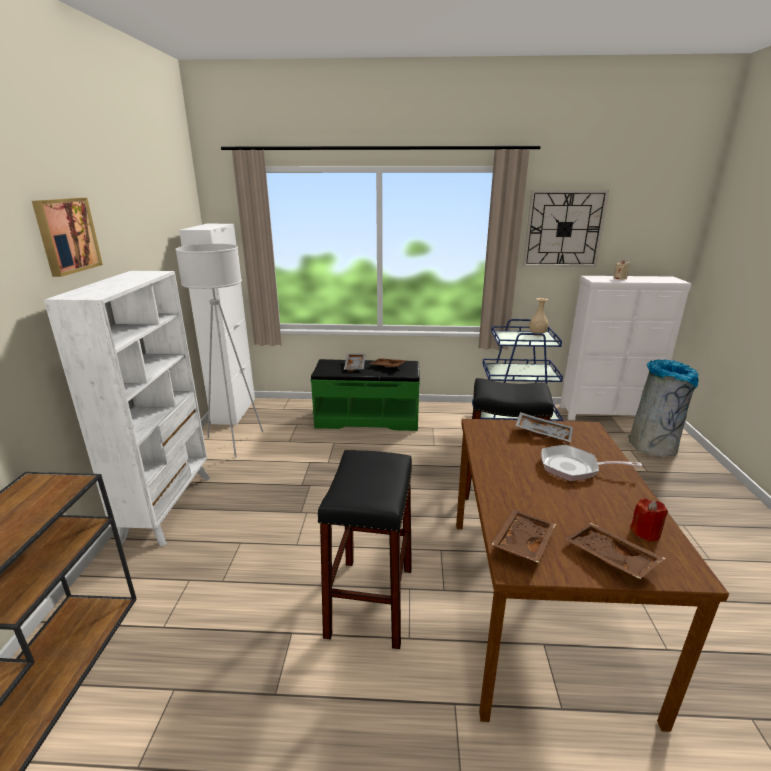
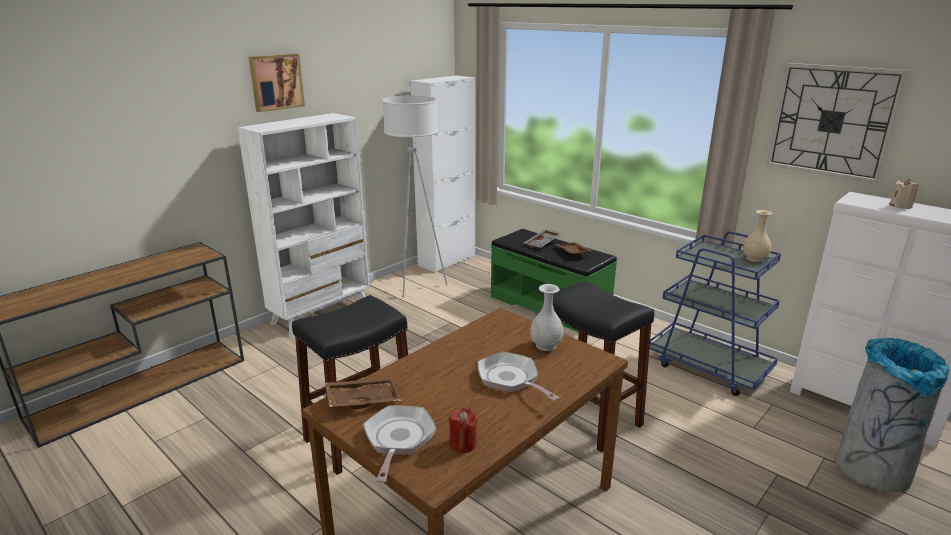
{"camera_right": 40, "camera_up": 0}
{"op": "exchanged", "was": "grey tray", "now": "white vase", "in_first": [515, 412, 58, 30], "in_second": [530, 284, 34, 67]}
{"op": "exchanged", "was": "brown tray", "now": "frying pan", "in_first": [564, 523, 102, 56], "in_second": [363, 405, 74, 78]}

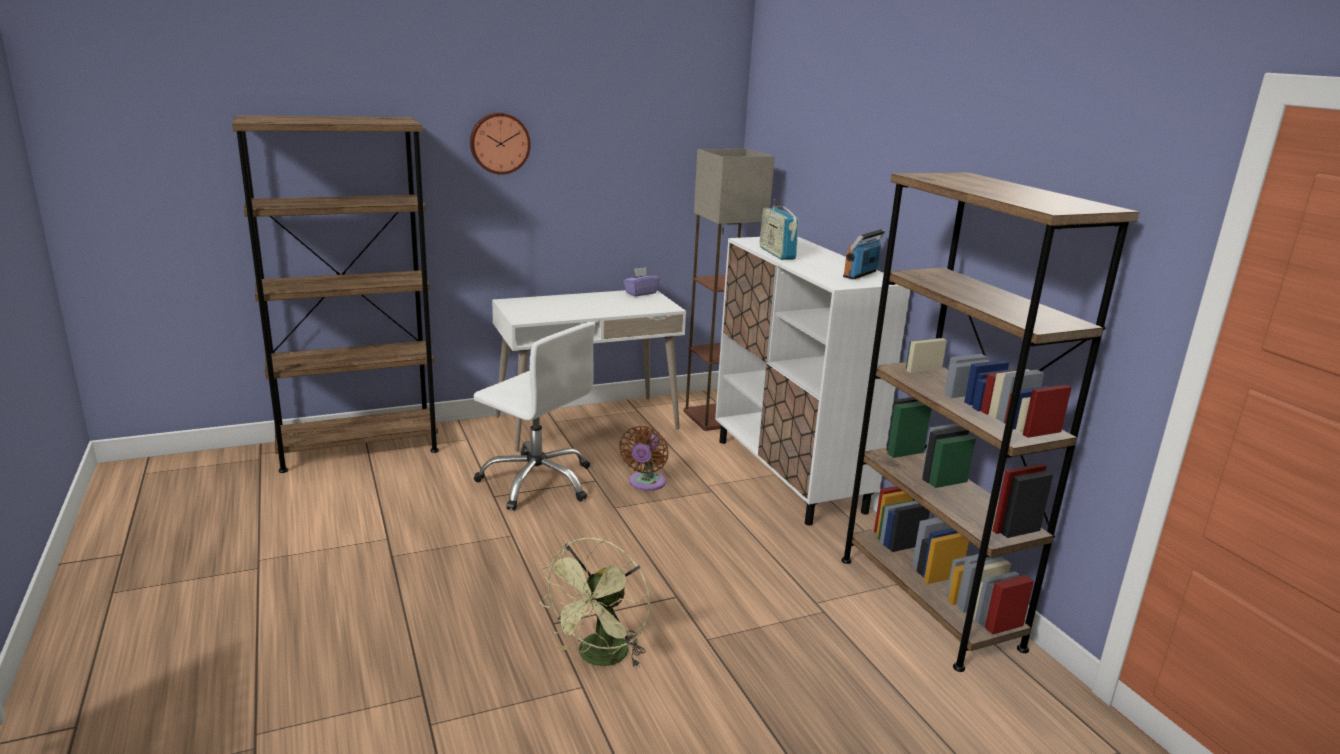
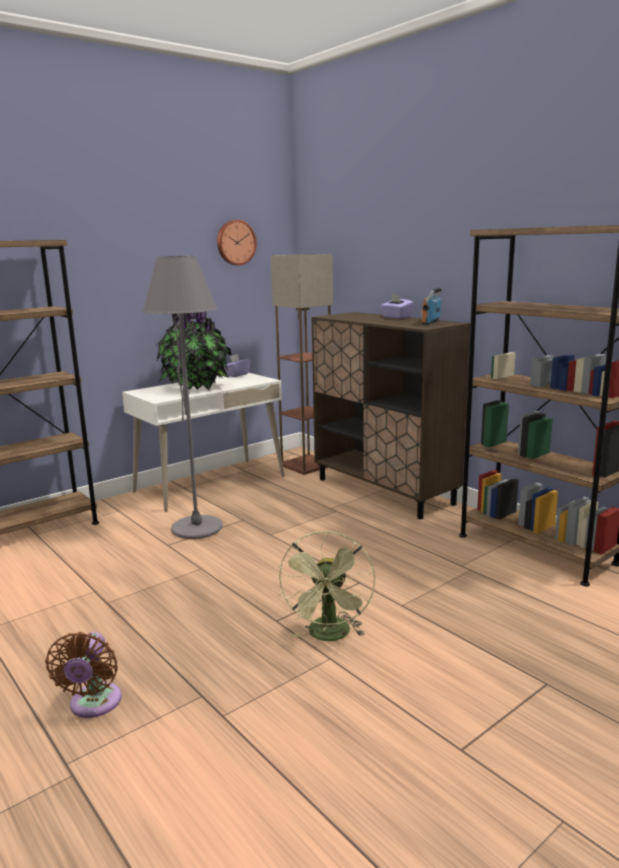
{"camera_right": -15, "camera_up": -5}
{"op": "relocated", "was": "wall clock", "in_first": [470, 113, 61, 62], "in_second": [217, 220, 40, 45]}
{"op": "exchanged", "was": "white office chair", "now": "grey floor lamp", "in_first": [474, 322, 121, 189], "in_second": [142, 256, 81, 283]}
{"op": "relocated", "was": "brown fan", "in_first": [619, 426, 49, 65], "in_second": [46, 632, 76, 86]}
{"op": "colour", "was": "white cabinet", "now": "brown cabinet", "in_first": [715, 237, 195, 289], "in_second": [311, 312, 159, 207]}
{"op": "missing", "was": "radio", "in_first": [760, 199, 39, 61]}
{"op": "appeared", "now": "potted plant", "in_second": [157, 312, 74, 78]}
{"op": "appeared", "now": "purple tissue box", "in_second": [380, 294, 34, 25]}

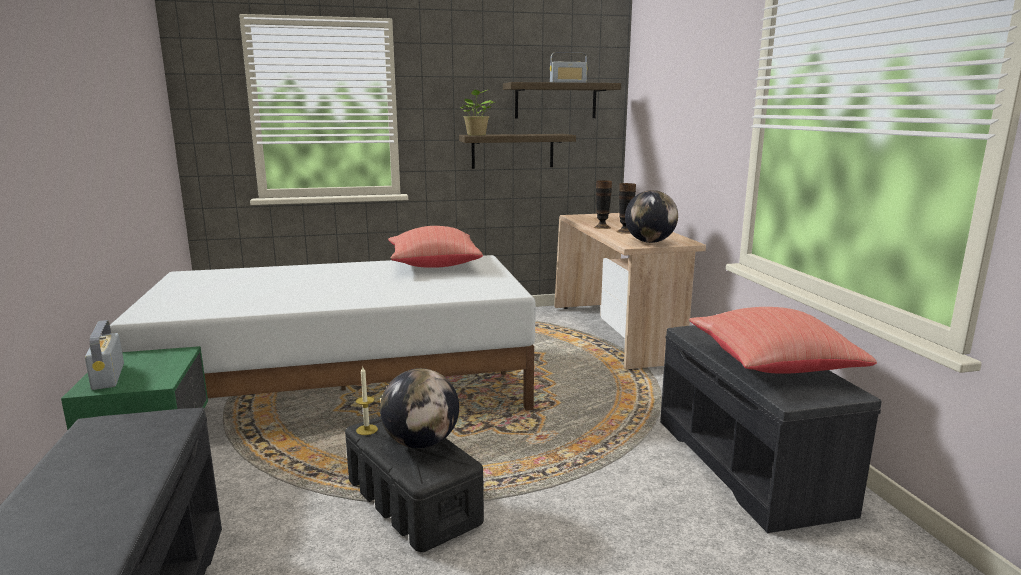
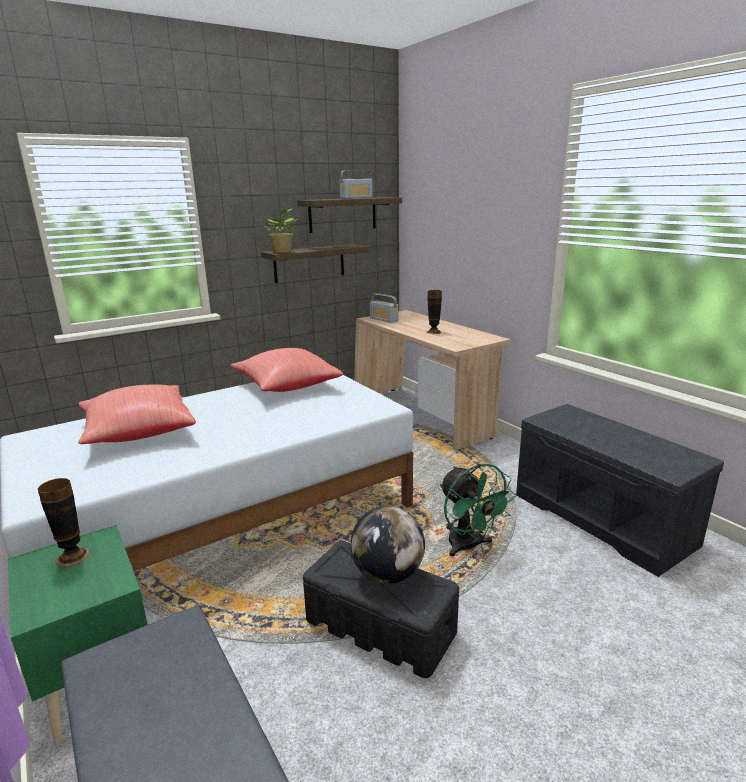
{"camera_right": -20, "camera_up": 5}
{"op": "relocated", "was": "radio", "in_first": [85, 320, 39, 70], "in_second": [370, 293, 28, 30]}
{"op": "missing", "was": "candle", "in_first": [356, 367, 22, 68]}
{"op": "relocated", "was": "vase", "in_first": [594, 180, 18, 49], "in_second": [38, 478, 52, 89]}
{"op": "missing", "was": "globe", "in_first": [625, 190, 53, 53]}
{"op": "relocated", "was": "red pillow", "in_first": [689, 307, 188, 67], "in_second": [78, 385, 118, 59]}
{"op": "appeared", "now": "green fan", "in_second": [440, 464, 76, 93]}

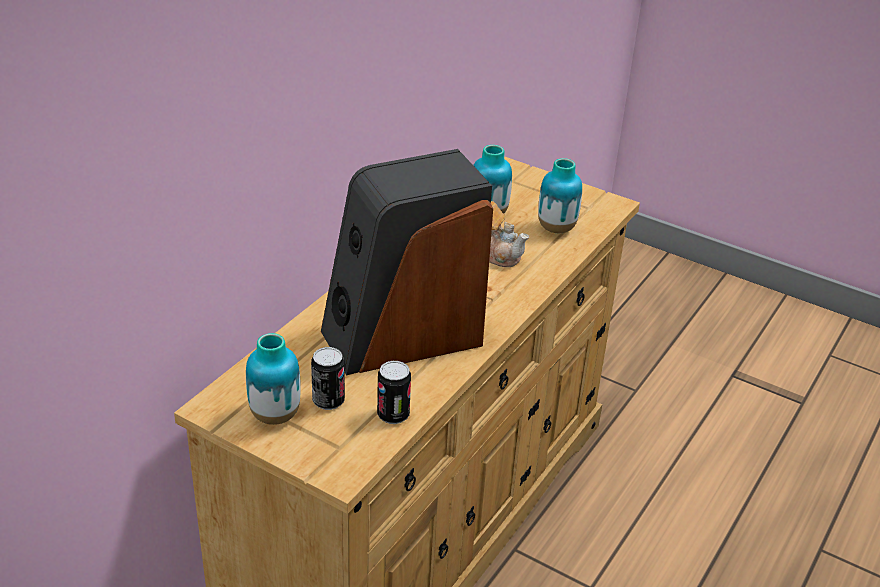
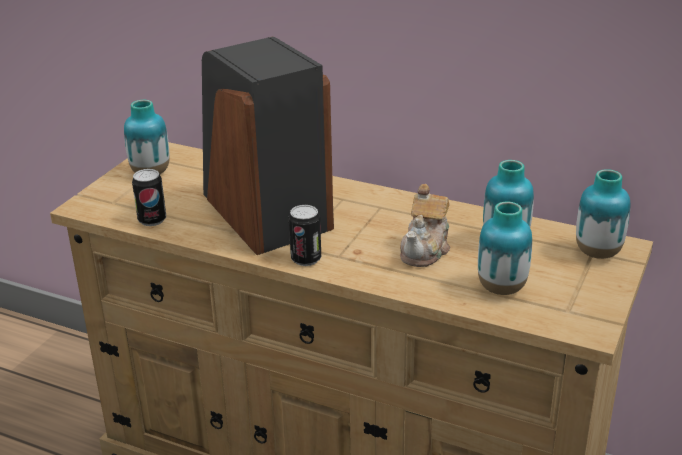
{"camera_right": 85, "camera_up": -5}
{"op": "relocated", "was": "can", "in_first": [311, 347, 34, 63], "in_second": [289, 205, 32, 61]}
{"op": "appeared", "now": "vase", "in_second": [576, 169, 54, 90]}

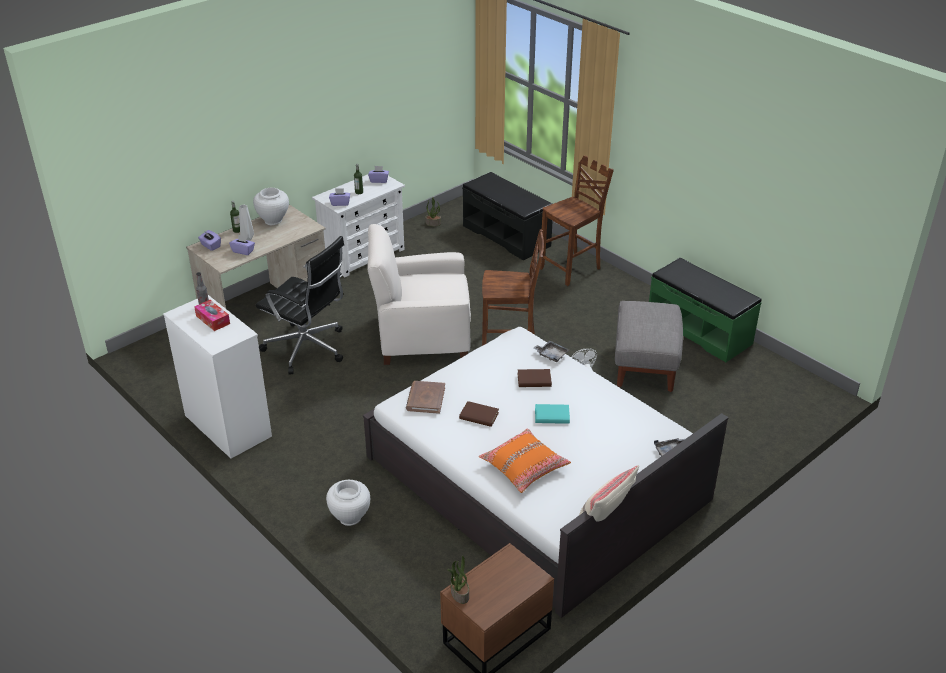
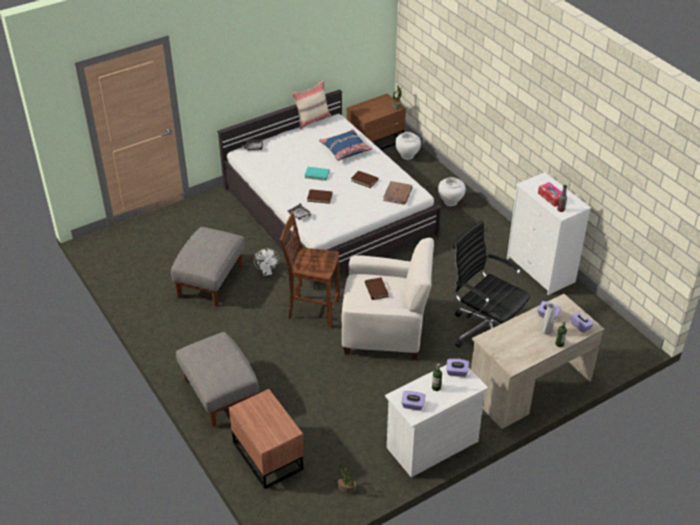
{"camera_right": -170, "camera_up": 5}
{"op": "relocated", "was": "white vase", "in_first": [253, 188, 36, 37], "in_second": [395, 132, 26, 28]}
{"op": "exchanged", "was": "black bench", "now": "brown nightstand", "in_first": [462, 172, 91, 89], "in_second": [229, 389, 75, 100]}
{"op": "colour", "was": "orange pillow", "now": "blue pillow", "in_first": [479, 428, 92, 65], "in_second": [319, 129, 53, 32]}
{"op": "exchanged", "was": "brown chair", "now": "grey ottoman", "in_first": [540, 155, 74, 131], "in_second": [176, 332, 83, 95]}
{"op": "missing", "was": "green bench", "in_first": [649, 258, 113, 104]}
{"op": "appeared", "now": "brown book", "in_second": [365, 277, 24, 23]}

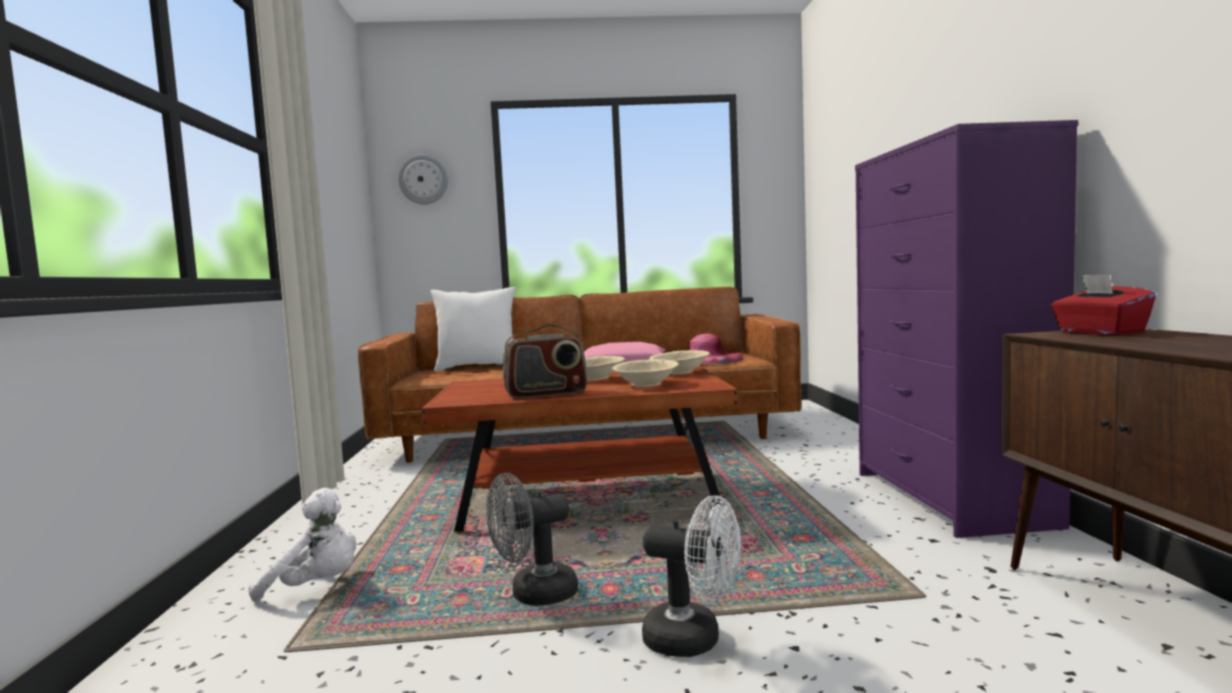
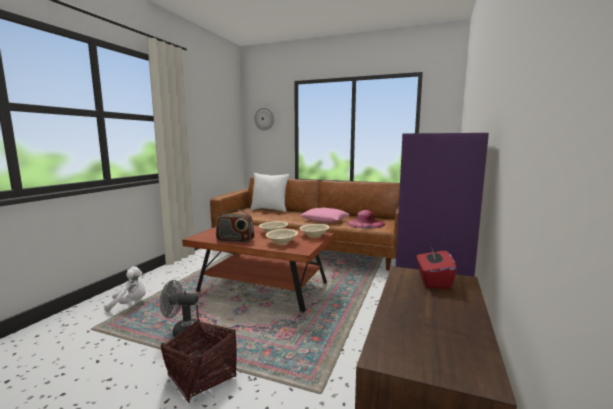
{"camera_right": 25, "camera_up": 5}
{"op": "spun", "was": "white plush toy", "in_first": [248, 488, 109, 114], "in_second": [104, 266, 42, 46], "clockwise": -45}
{"op": "exchanged", "was": "white fan", "now": "basket", "in_first": [642, 495, 99, 162], "in_second": [161, 304, 76, 99]}

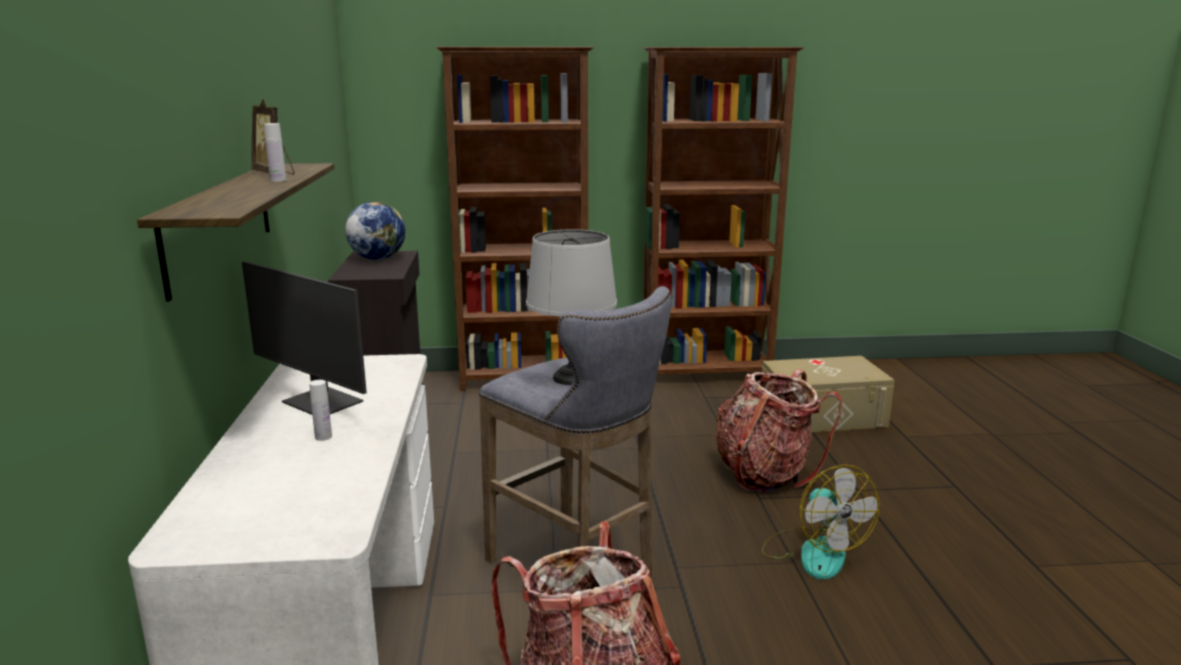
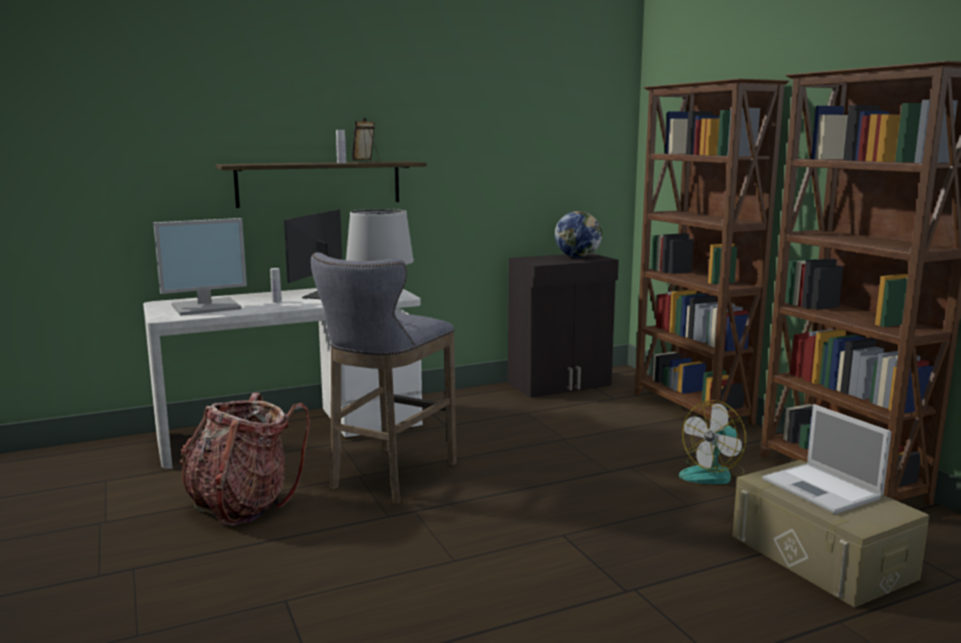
{"camera_right": 70, "camera_up": -5}
{"op": "missing", "was": "backpack", "in_first": [716, 369, 126, 124]}
{"op": "relocated", "was": "fan", "in_first": [762, 465, 117, 115], "in_second": [679, 400, 67, 84]}
{"op": "appeared", "now": "monitor", "in_second": [153, 218, 94, 98]}
{"op": "appeared", "now": "laptop", "in_second": [762, 404, 129, 110]}

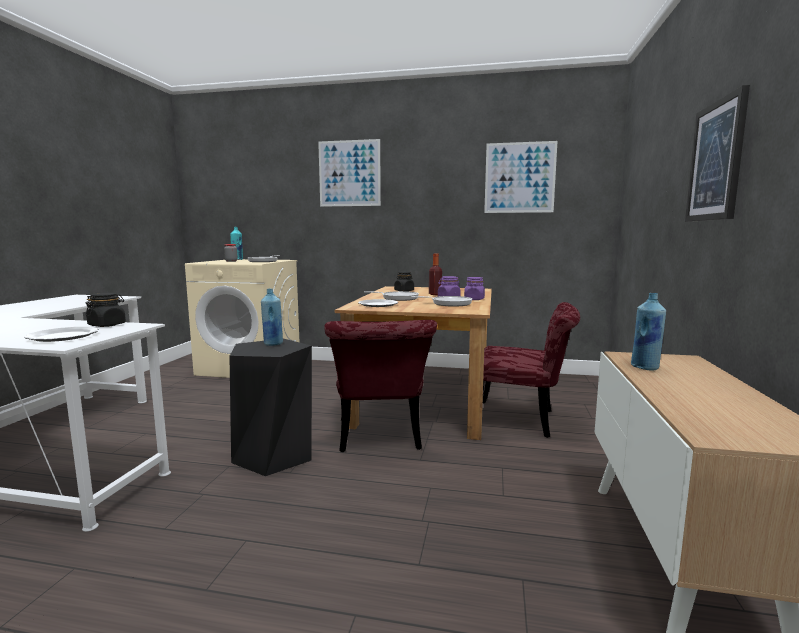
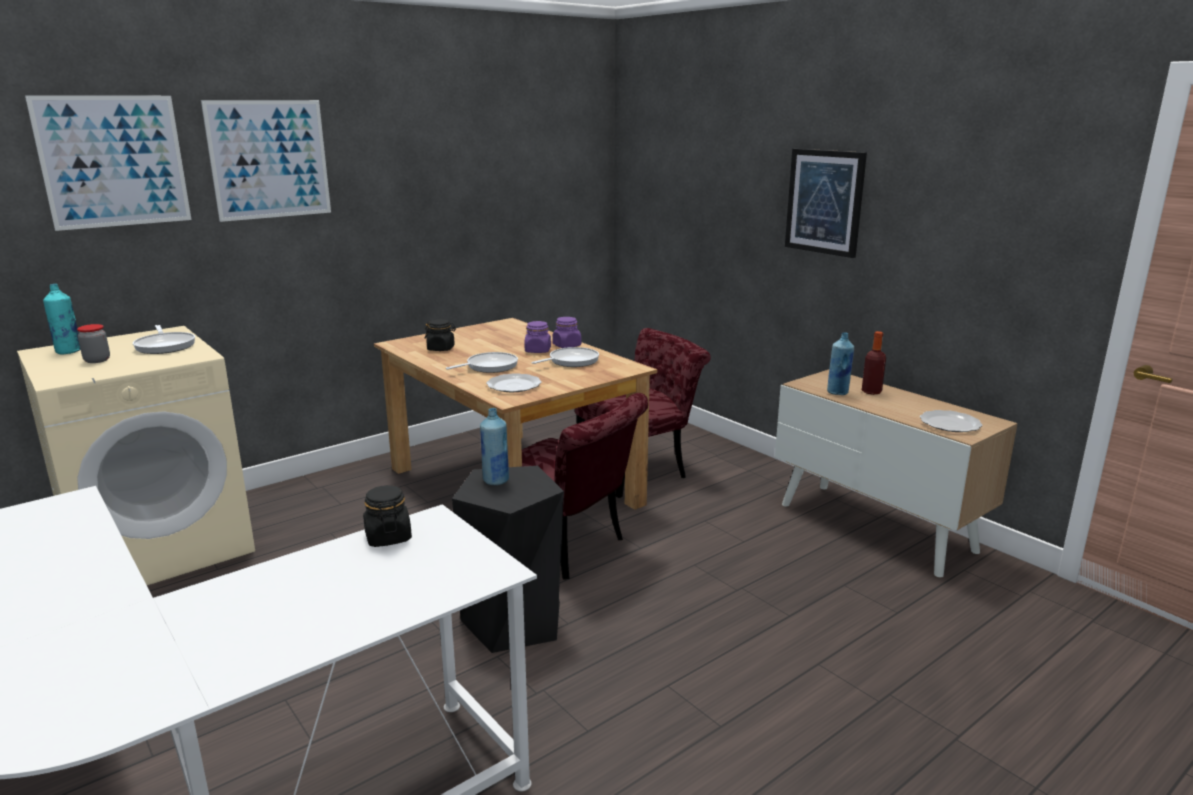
{"camera_right": -50, "camera_up": 10}
{"op": "relocated", "was": "plate", "in_first": [24, 327, 74, 15], "in_second": [920, 410, 63, 22]}
{"op": "relocated", "was": "bottle", "in_first": [429, 253, 13, 42], "in_second": [862, 331, 24, 64]}
{"op": "relocated", "was": "picture", "in_first": [484, 141, 74, 72], "in_second": [25, 95, 167, 136]}

